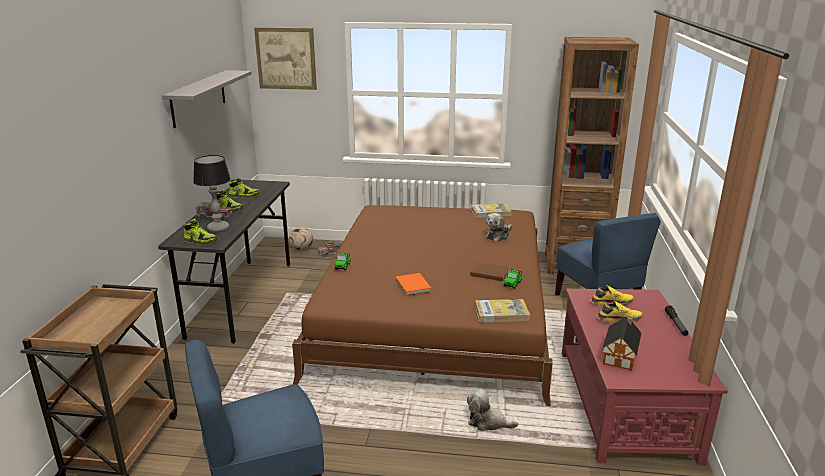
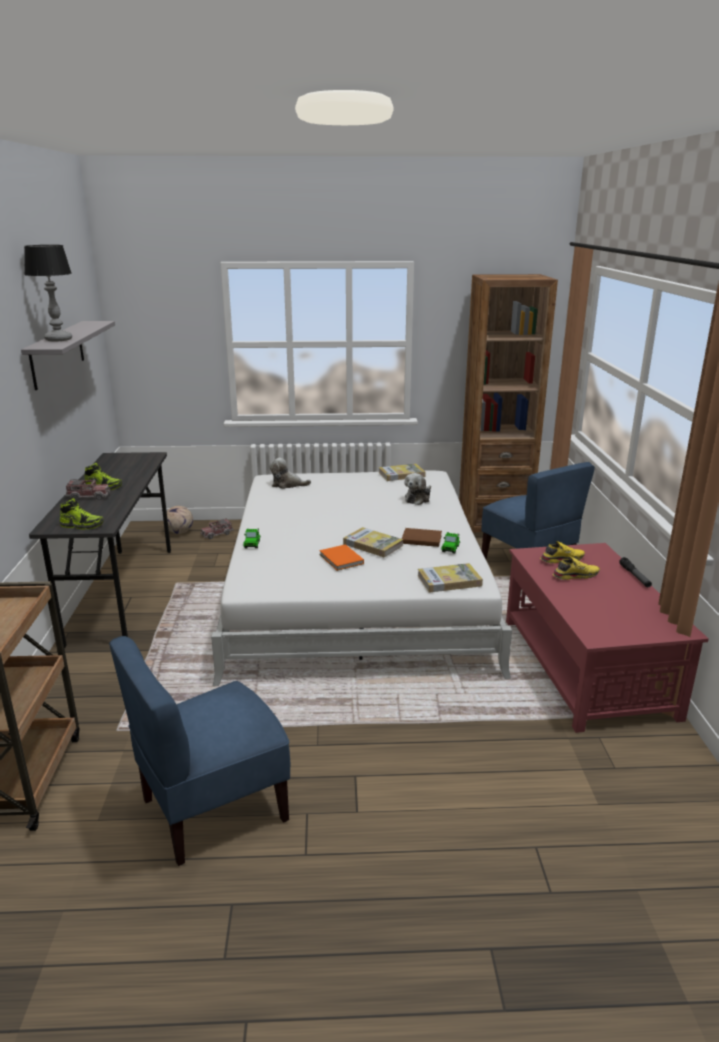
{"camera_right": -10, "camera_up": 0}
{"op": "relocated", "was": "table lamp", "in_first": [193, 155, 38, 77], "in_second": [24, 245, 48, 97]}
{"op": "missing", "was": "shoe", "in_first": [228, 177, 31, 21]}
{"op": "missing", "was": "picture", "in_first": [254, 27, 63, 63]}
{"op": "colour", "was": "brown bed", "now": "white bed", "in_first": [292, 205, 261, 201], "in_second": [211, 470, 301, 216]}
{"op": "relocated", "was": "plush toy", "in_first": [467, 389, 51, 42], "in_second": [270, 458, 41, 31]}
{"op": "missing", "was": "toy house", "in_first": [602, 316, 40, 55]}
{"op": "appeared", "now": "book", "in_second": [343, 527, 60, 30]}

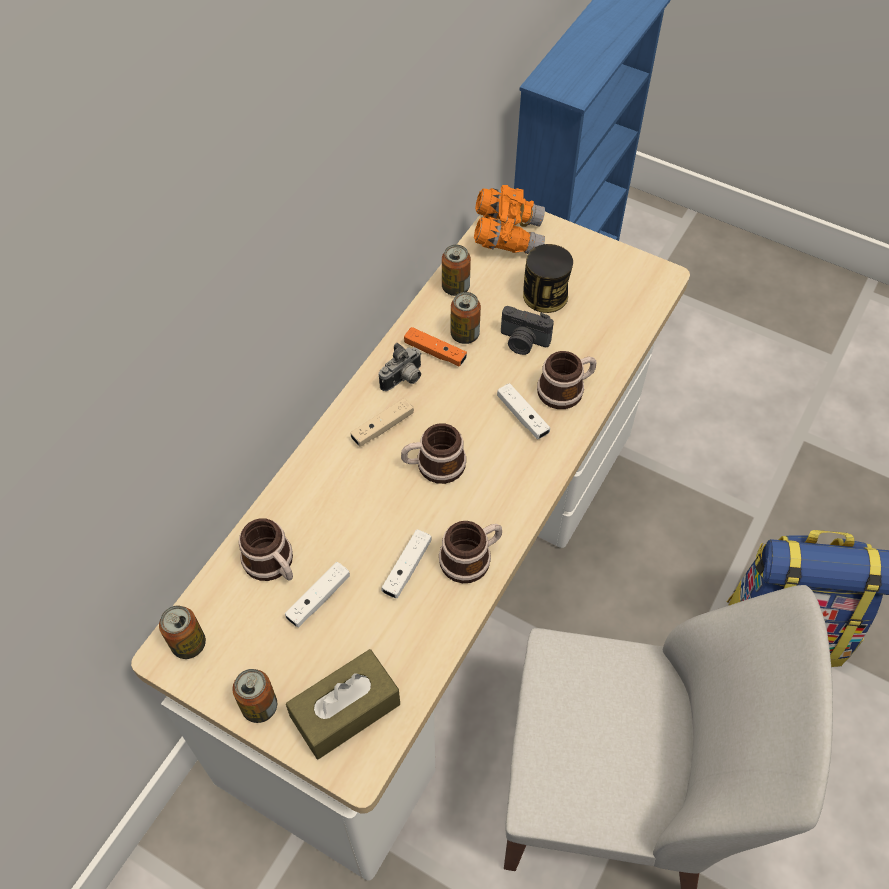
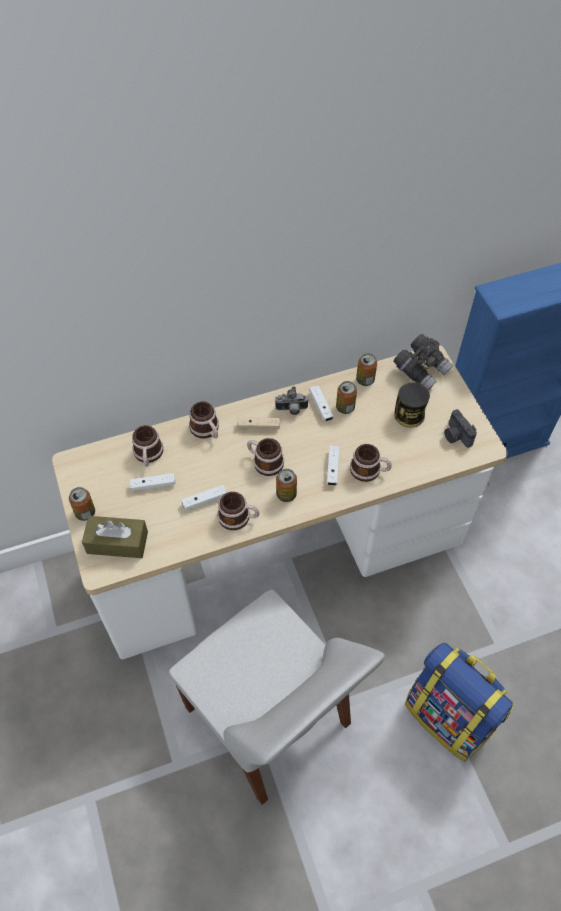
{"camera_right": 40, "camera_up": 0}
{"op": "relocated", "was": "can", "in_first": [159, 606, 47, 53], "in_second": [276, 469, 21, 33]}
{"op": "colour", "was": "orange game controller", "now": "white game controller", "in_first": [404, 327, 63, 39], "in_second": [309, 385, 25, 36]}
{"op": "colour", "was": "orange binoculars", "now": "grey binoculars", "in_first": [474, 185, 71, 69], "in_second": [394, 334, 59, 56]}
{"op": "relocated", "was": "photo camera", "in_first": [501, 306, 53, 49], "in_second": [444, 409, 33, 39]}
{"op": "appeared", "now": "mug", "in_second": [189, 401, 30, 38]}

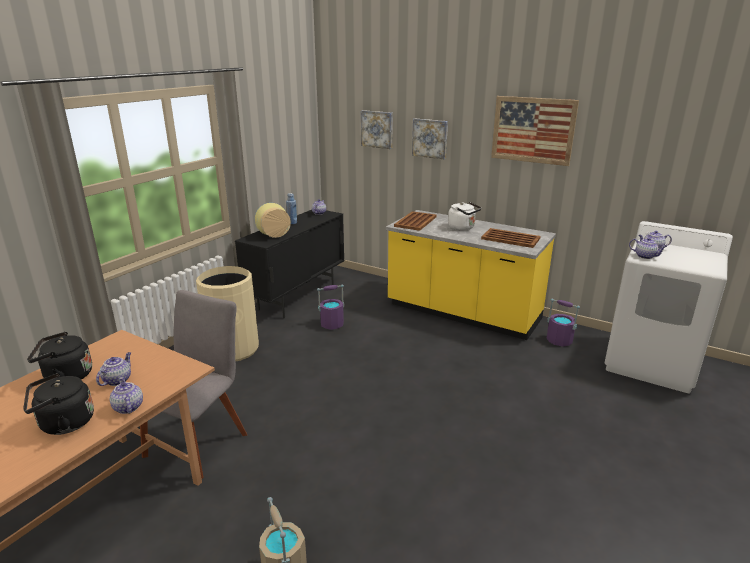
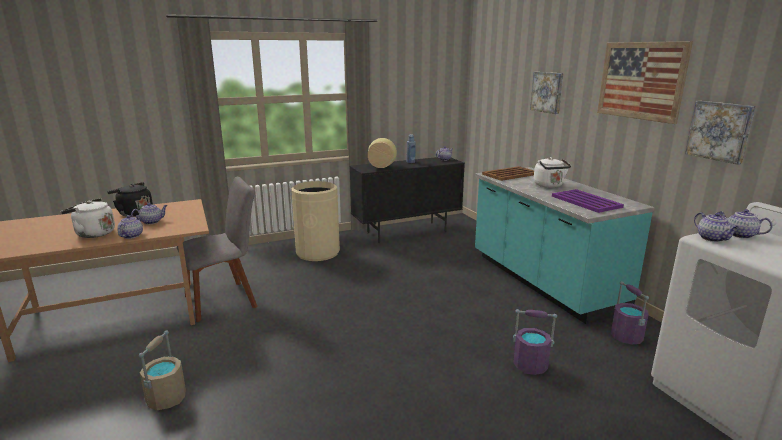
{"camera_right": 35, "camera_up": -5}
{"op": "colour", "was": "black kettle", "now": "white kettle", "in_first": [23, 373, 71, 62], "in_second": [61, 198, 54, 40]}
{"op": "relocated", "was": "purple bucket", "in_first": [317, 284, 28, 46], "in_second": [513, 309, 44, 66]}
{"op": "relocated", "was": "picture", "in_first": [361, 110, 32, 39], "in_second": [685, 101, 71, 64]}
{"op": "colour", "was": "yellow counter", "now": "turquoise counter", "in_first": [386, 210, 170, 130], "in_second": [475, 167, 179, 157]}
{"op": "colour", "was": "brown tray", "now": "purple tray", "in_first": [481, 228, 60, 20], "in_second": [552, 189, 72, 24]}

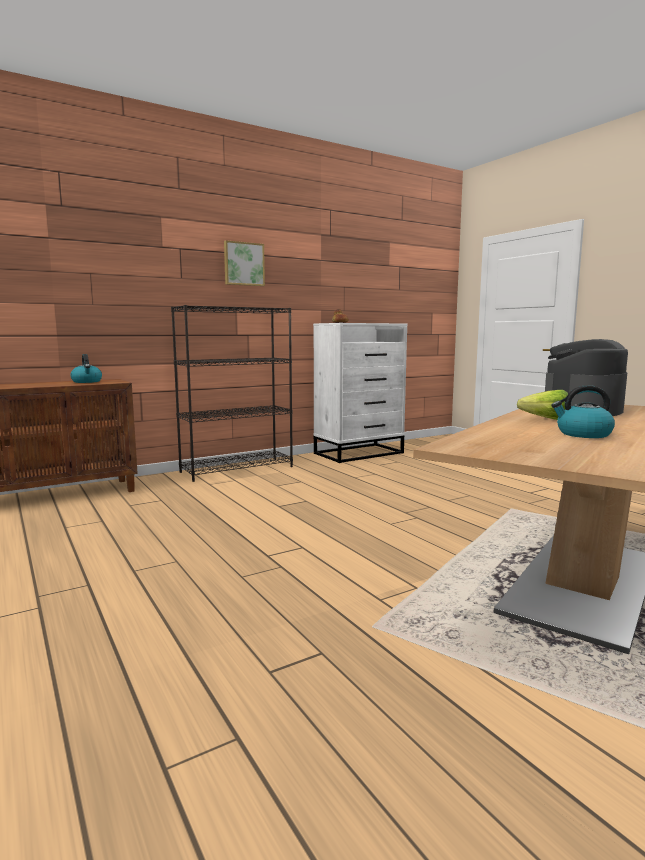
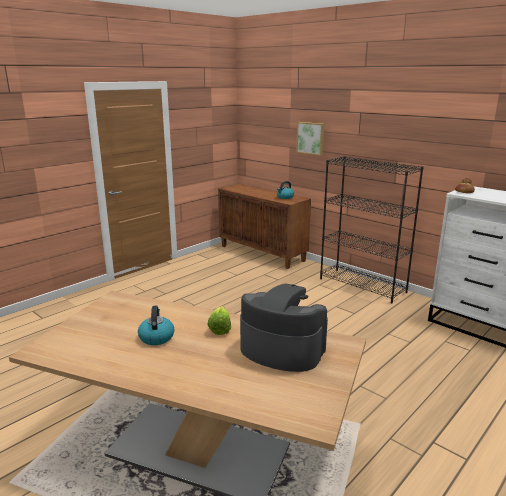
{"camera_right": 75, "camera_up": 10}
{"op": "relocated", "was": "picture", "in_first": [224, 240, 41, 46], "in_second": [296, 122, 28, 34]}

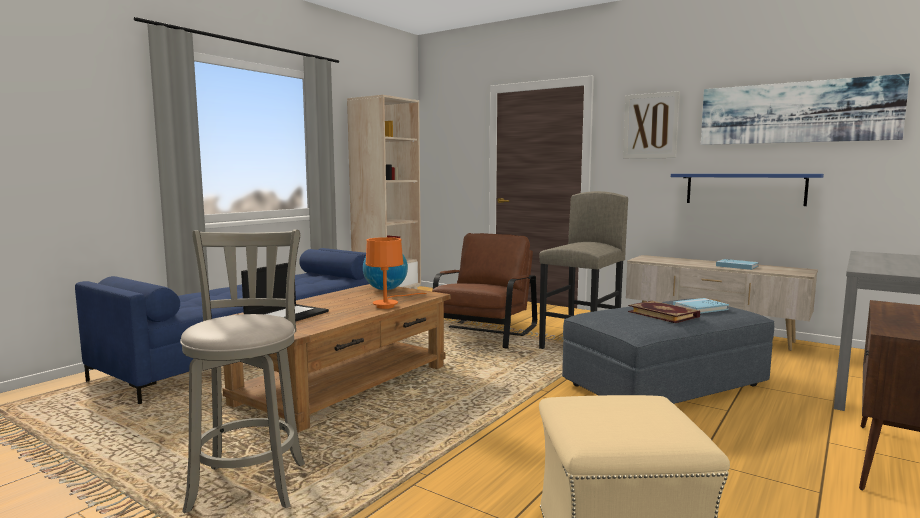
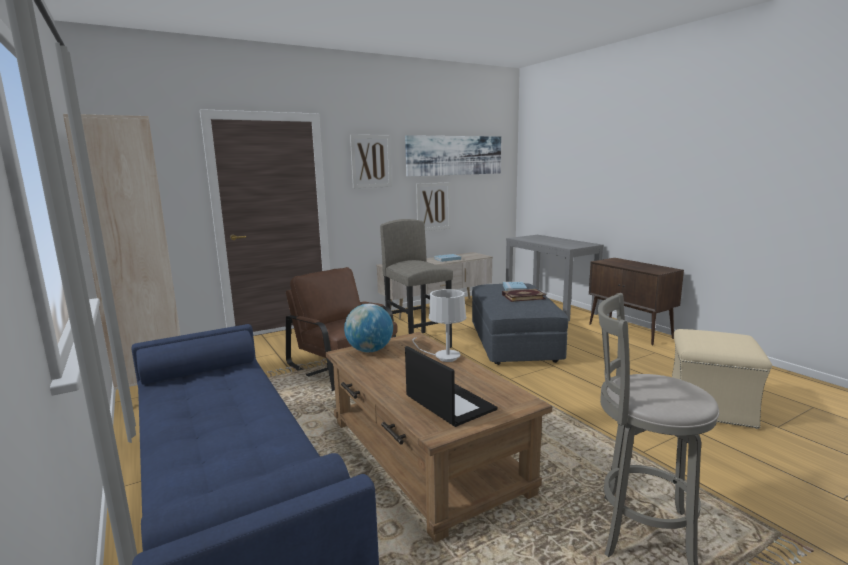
{"camera_right": -65, "camera_up": 5}
{"op": "colour", "was": "orange table lamp", "now": "white table lamp", "in_first": [365, 237, 62, 72], "in_second": [412, 289, 54, 73]}
{"op": "exchanged", "was": "blue shelf", "now": "picture", "in_first": [671, 174, 153, 32], "in_second": [416, 182, 35, 49]}

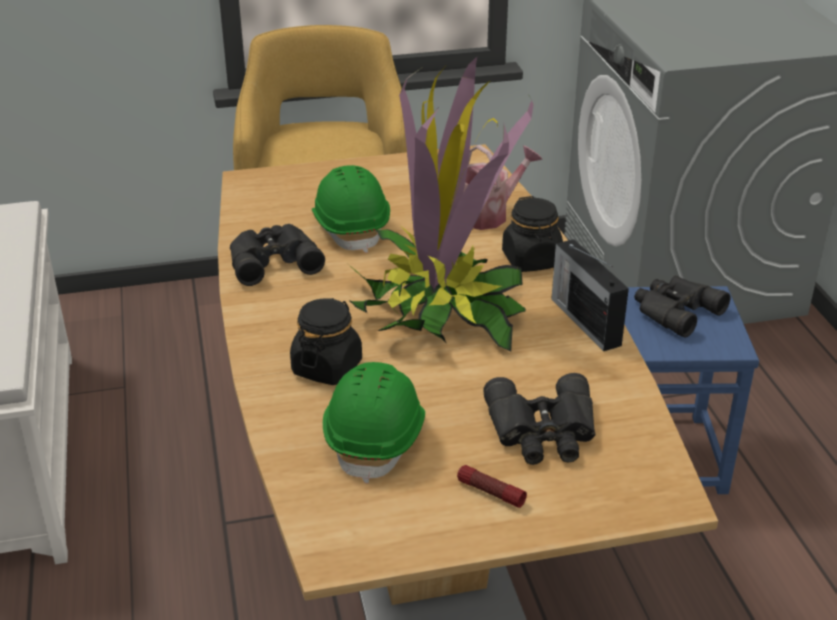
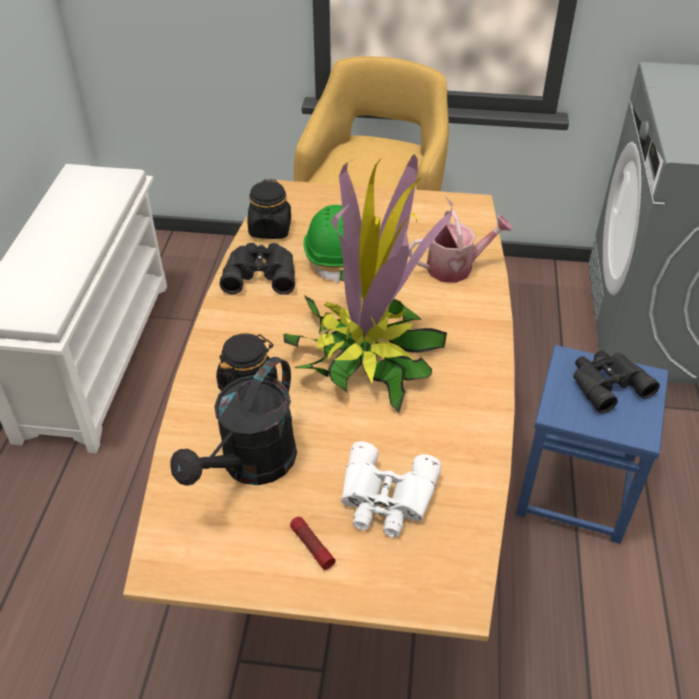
{"camera_right": 20, "camera_up": 10}
{"op": "exchanged", "was": "green hard hat", "now": "black watering can", "in_first": [323, 362, 102, 122], "in_second": [170, 357, 127, 129]}
{"op": "colour", "was": "black binoculars", "now": "white binoculars", "in_first": [484, 373, 111, 92], "in_second": [341, 441, 101, 96]}
{"op": "relocated", "was": "black jar", "in_first": [502, 196, 61, 76], "in_second": [247, 179, 44, 60]}
{"op": "missing", "was": "radio", "in_first": [551, 239, 78, 112]}

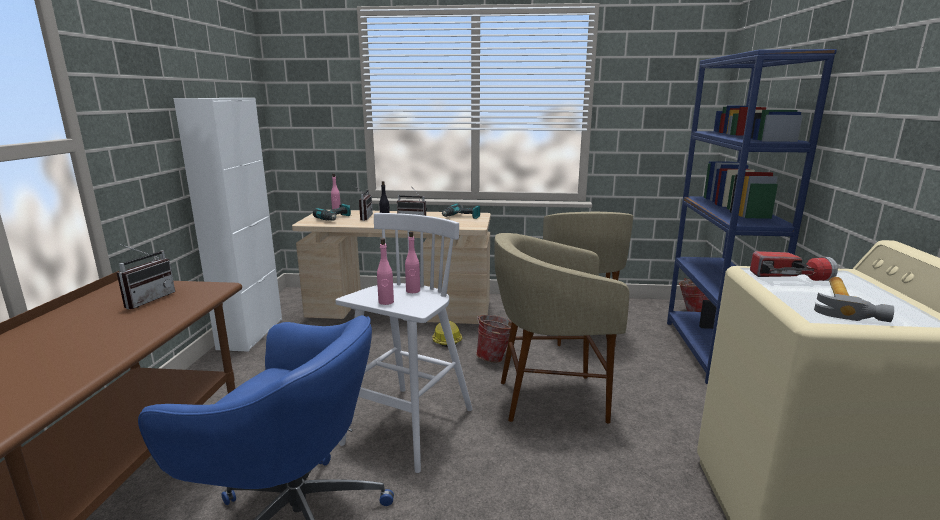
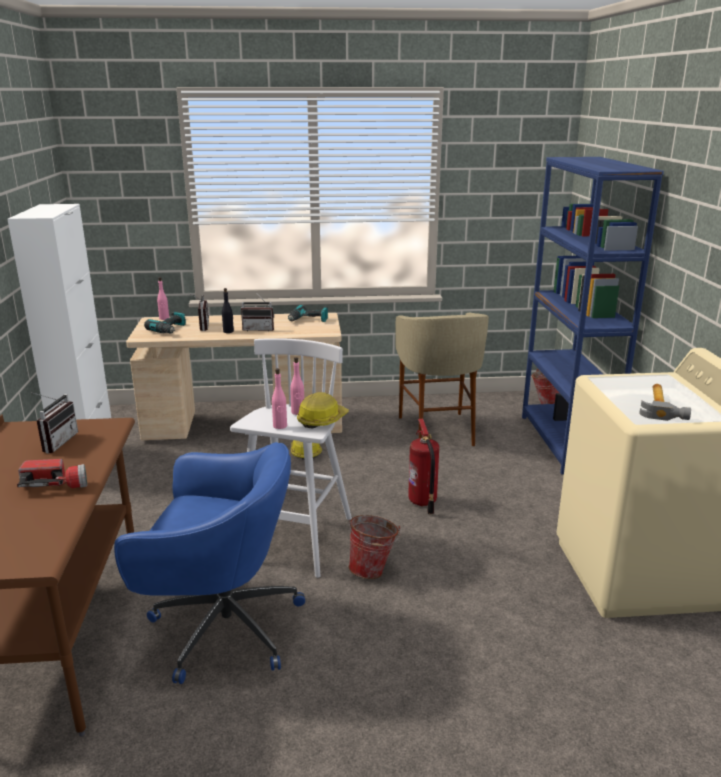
{"camera_right": -10, "camera_up": 5}
{"op": "relocated", "was": "bucket", "in_first": [476, 315, 36, 48], "in_second": [349, 515, 51, 64]}
{"op": "exchanged", "was": "beige stool", "now": "fire extinguisher", "in_first": [494, 233, 135, 191], "in_second": [408, 419, 31, 96]}
{"op": "relocated", "was": "flashlight", "in_first": [750, 251, 88, 30], "in_second": [17, 459, 70, 29]}
{"op": "appeared", "now": "hard hat", "in_second": [297, 392, 52, 37]}

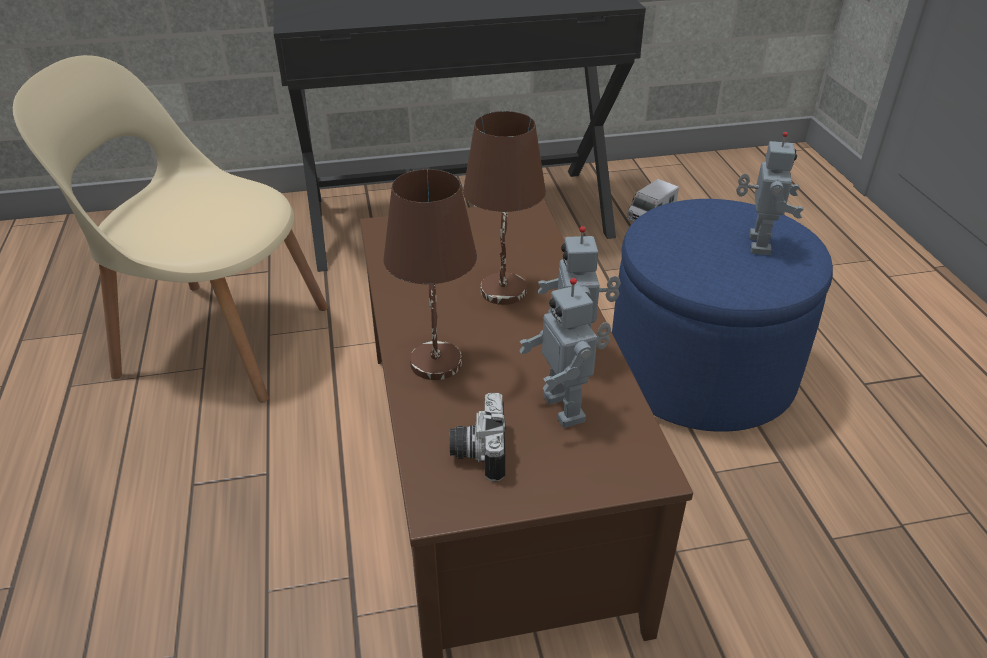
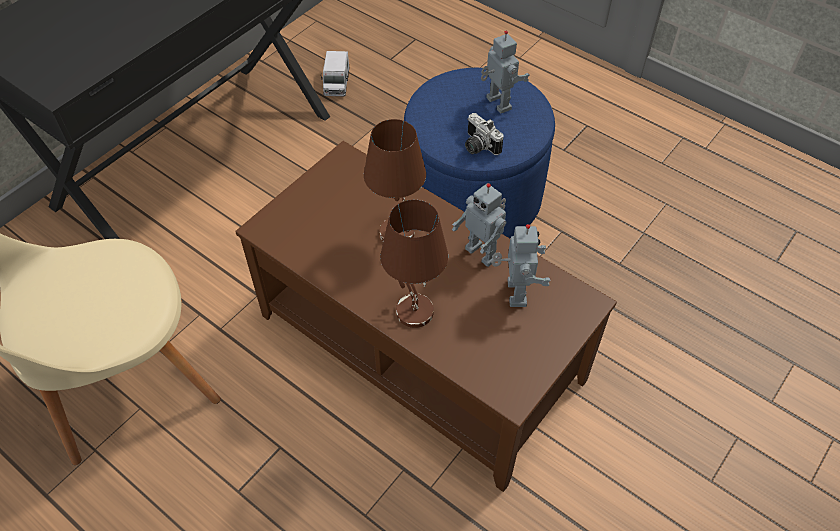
{"camera_right": -40, "camera_up": 15}
{"op": "relocated", "was": "photo camera", "in_first": [450, 393, 55, 88], "in_second": [465, 113, 39, 42]}
{"op": "spun", "was": "toy robot", "in_first": [519, 278, 92, 150], "in_second": [491, 224, 59, 83], "clockwise": -120}

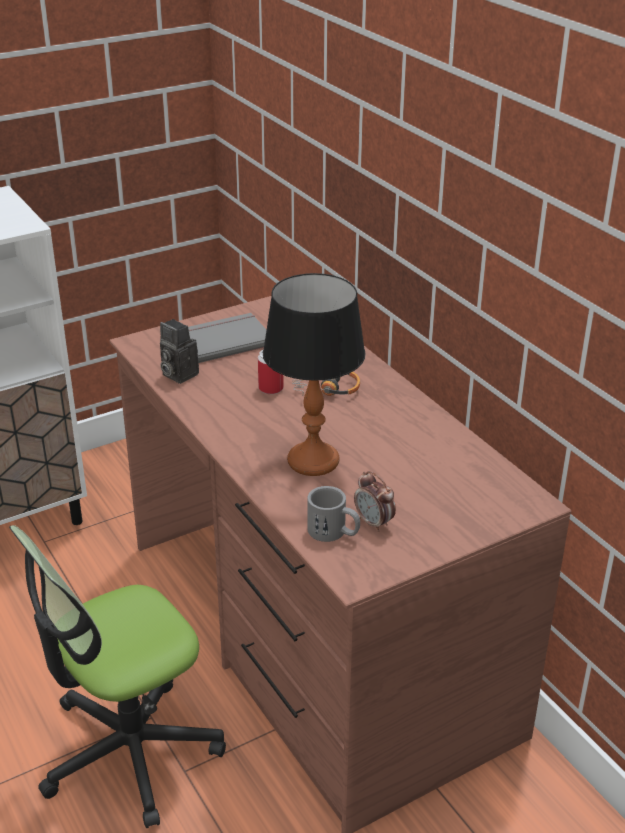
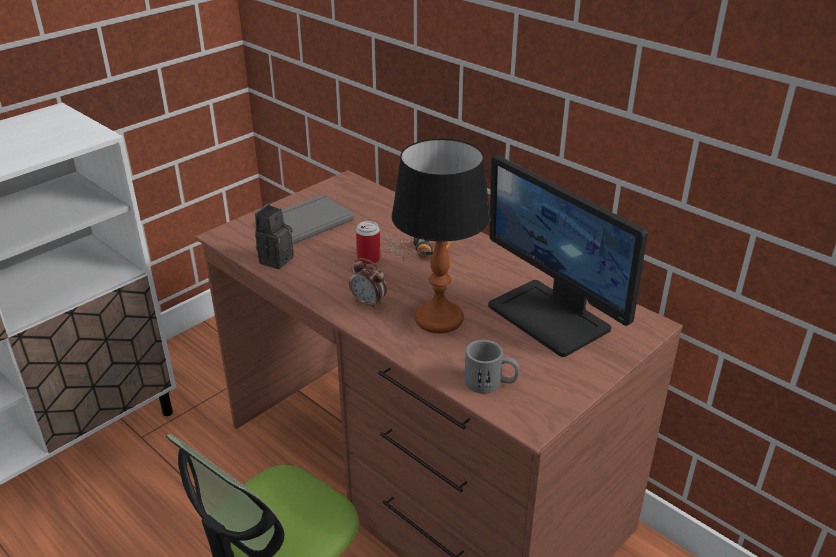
{"camera_right": -15, "camera_up": 0}
{"op": "spun", "was": "photo camera", "in_first": [160, 319, 39, 65], "in_second": [255, 203, 39, 66], "clockwise": 90}
{"op": "relocated", "was": "alarm clock", "in_first": [354, 471, 42, 61], "in_second": [349, 258, 38, 51]}
{"op": "appeared", "now": "monitor", "in_second": [488, 155, 160, 202]}

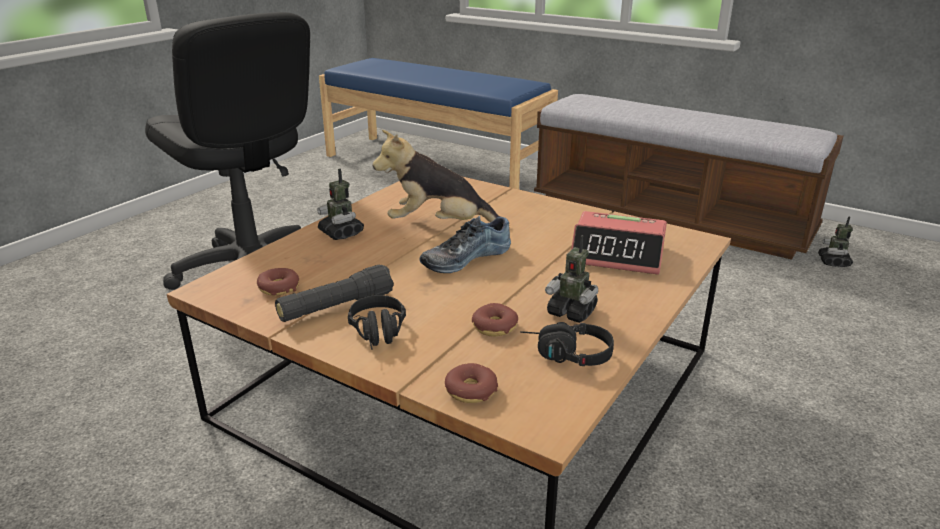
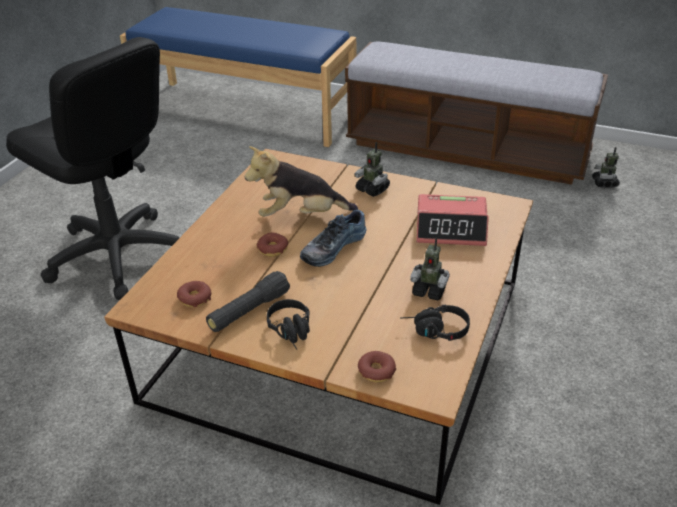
{"camera_right": -10, "camera_up": 10}
{"op": "relocated", "was": "toy robot", "in_first": [317, 169, 47, 71], "in_second": [354, 142, 36, 55]}
{"op": "relocated", "was": "donut", "in_first": [472, 303, 46, 34], "in_second": [257, 233, 31, 24]}

